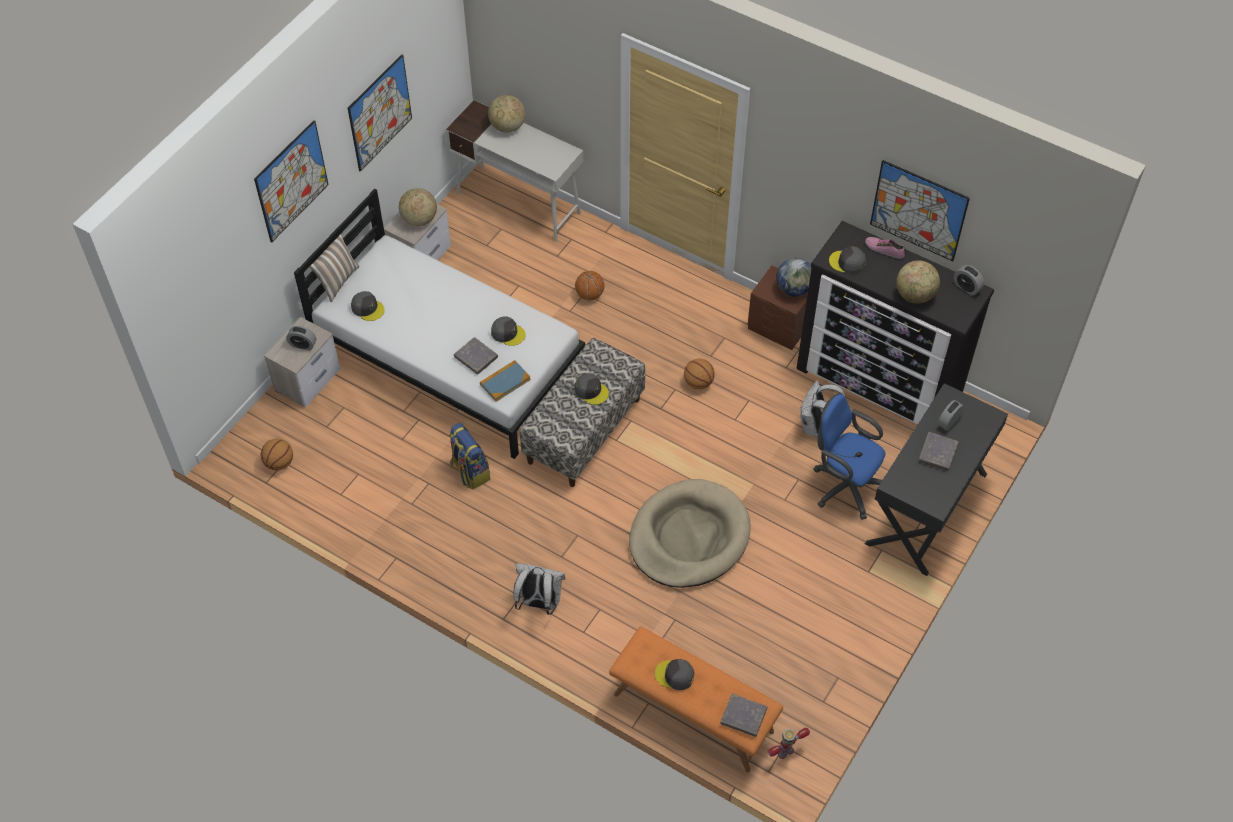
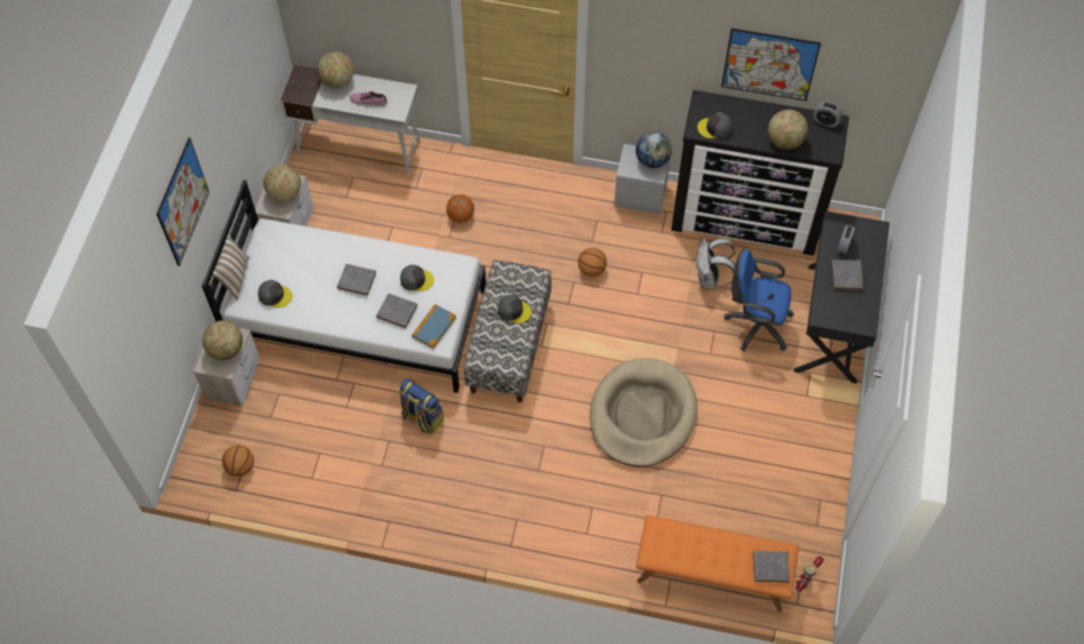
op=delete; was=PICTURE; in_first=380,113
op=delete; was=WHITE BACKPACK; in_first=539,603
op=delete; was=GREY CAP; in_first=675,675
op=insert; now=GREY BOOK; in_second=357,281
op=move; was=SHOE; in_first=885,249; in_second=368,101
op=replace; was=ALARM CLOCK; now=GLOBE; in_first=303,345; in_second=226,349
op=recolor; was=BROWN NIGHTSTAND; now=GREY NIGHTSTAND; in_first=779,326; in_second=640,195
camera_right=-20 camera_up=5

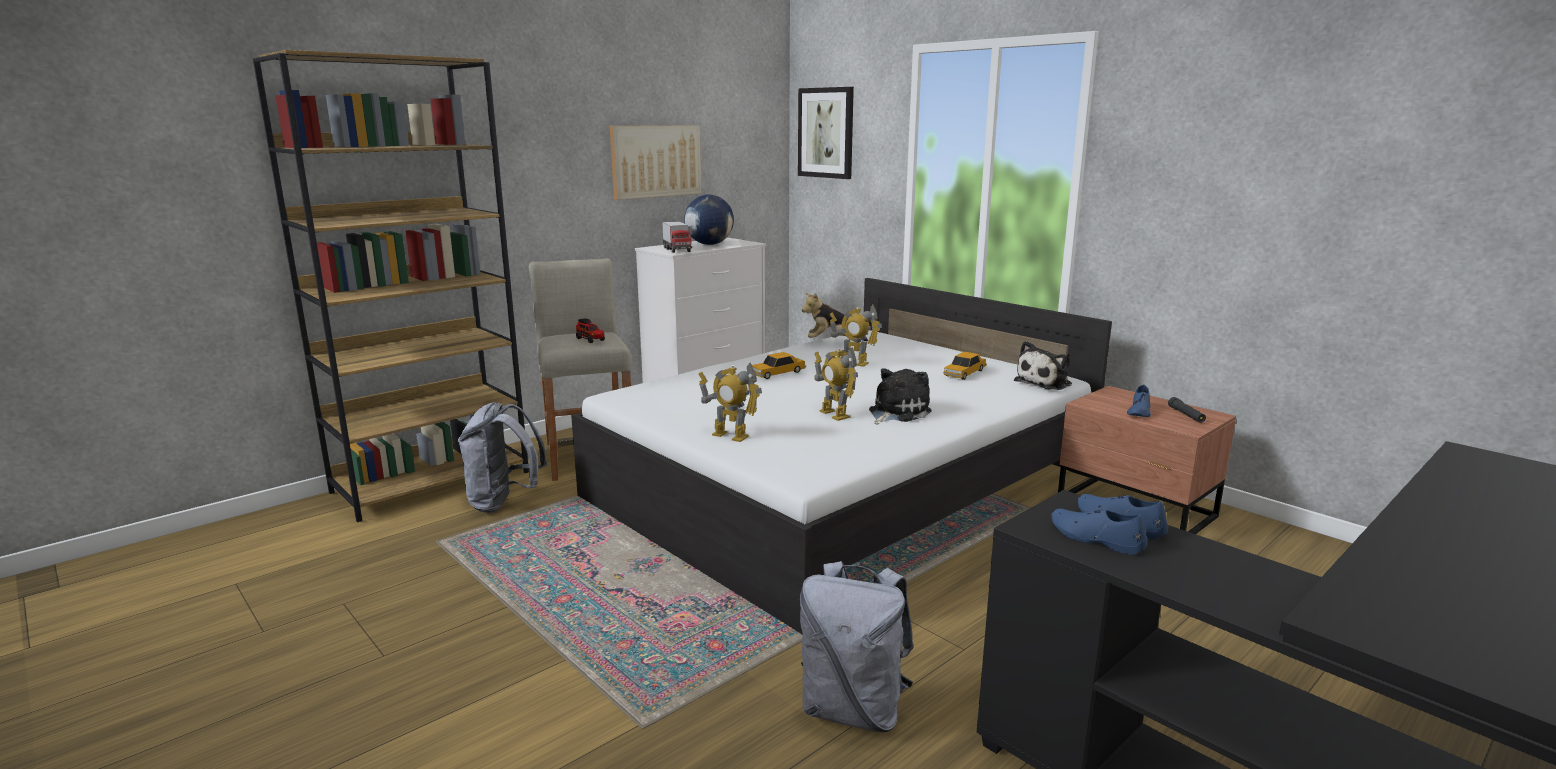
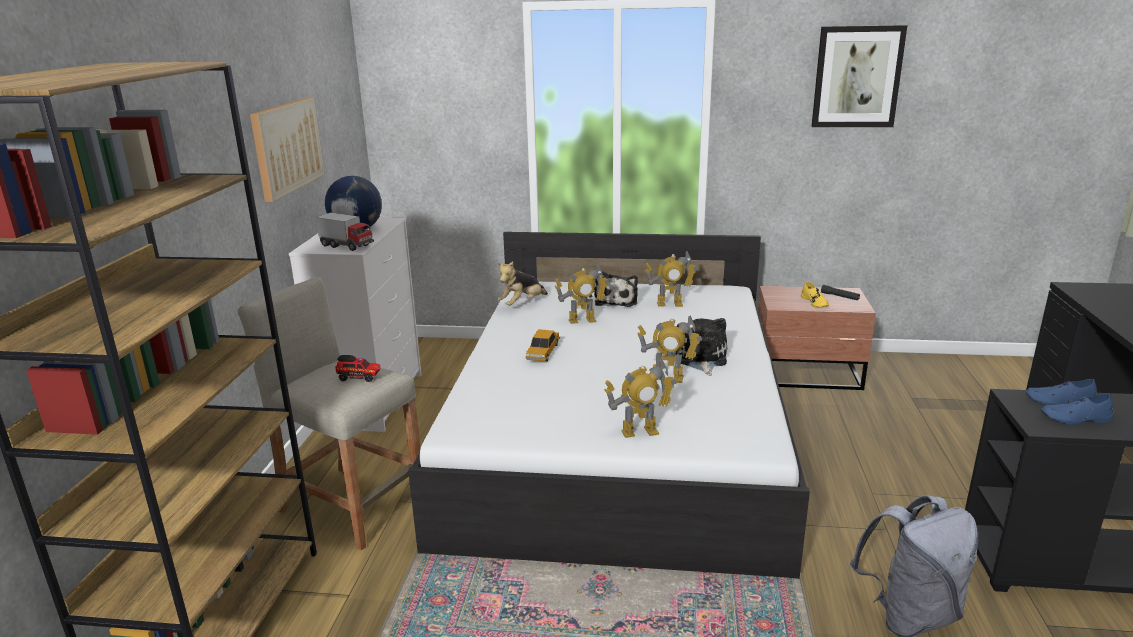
op=delete; was=GREY BACKPACK; in_first=504,502
op=move; was=PICTURE; in_first=826,133; in_second=857,77
op=move; was=PLUSH TOY; in_first=1045,383; in_second=616,300
op=replace; was=TOY CAR; now=TOY ROBOT; in_first=964,373; in_second=669,304
op=recolor; was=BLUE SHOE; now=YELLOW SHOE; in_first=1139,411; in_second=814,302
camera_right=-40 camera_up=5

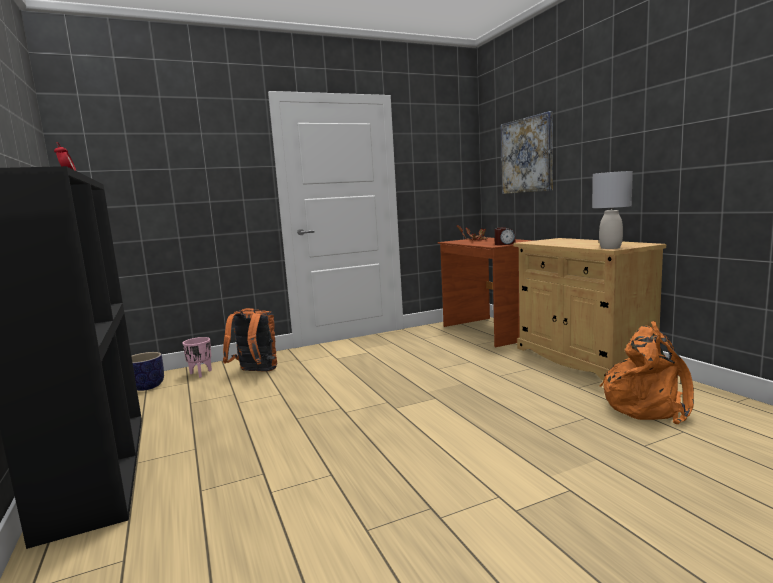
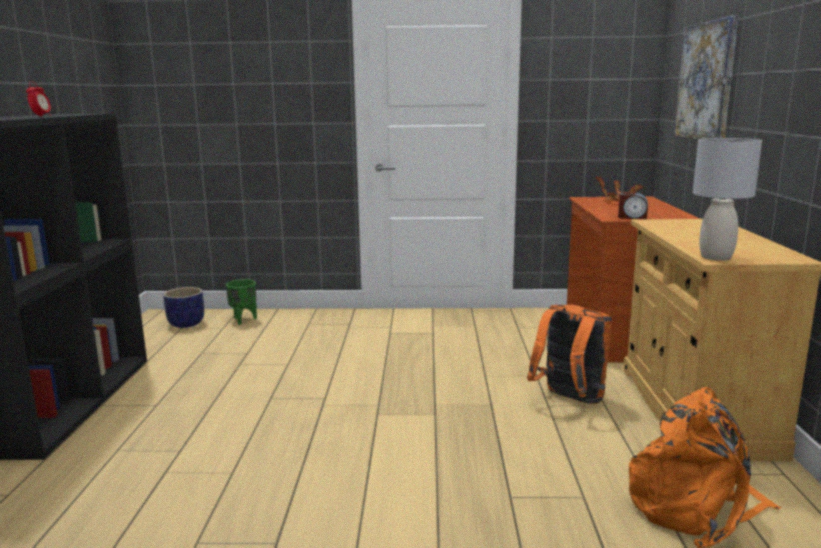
op=move; was=ORANGE BACKPACK; in_first=255,372; in_second=569,400
op=recolor; was=PINK PLANTER; now=GREEN PLANTER; in_first=200,373; in_second=243,320
camera_right=25 camera_up=5

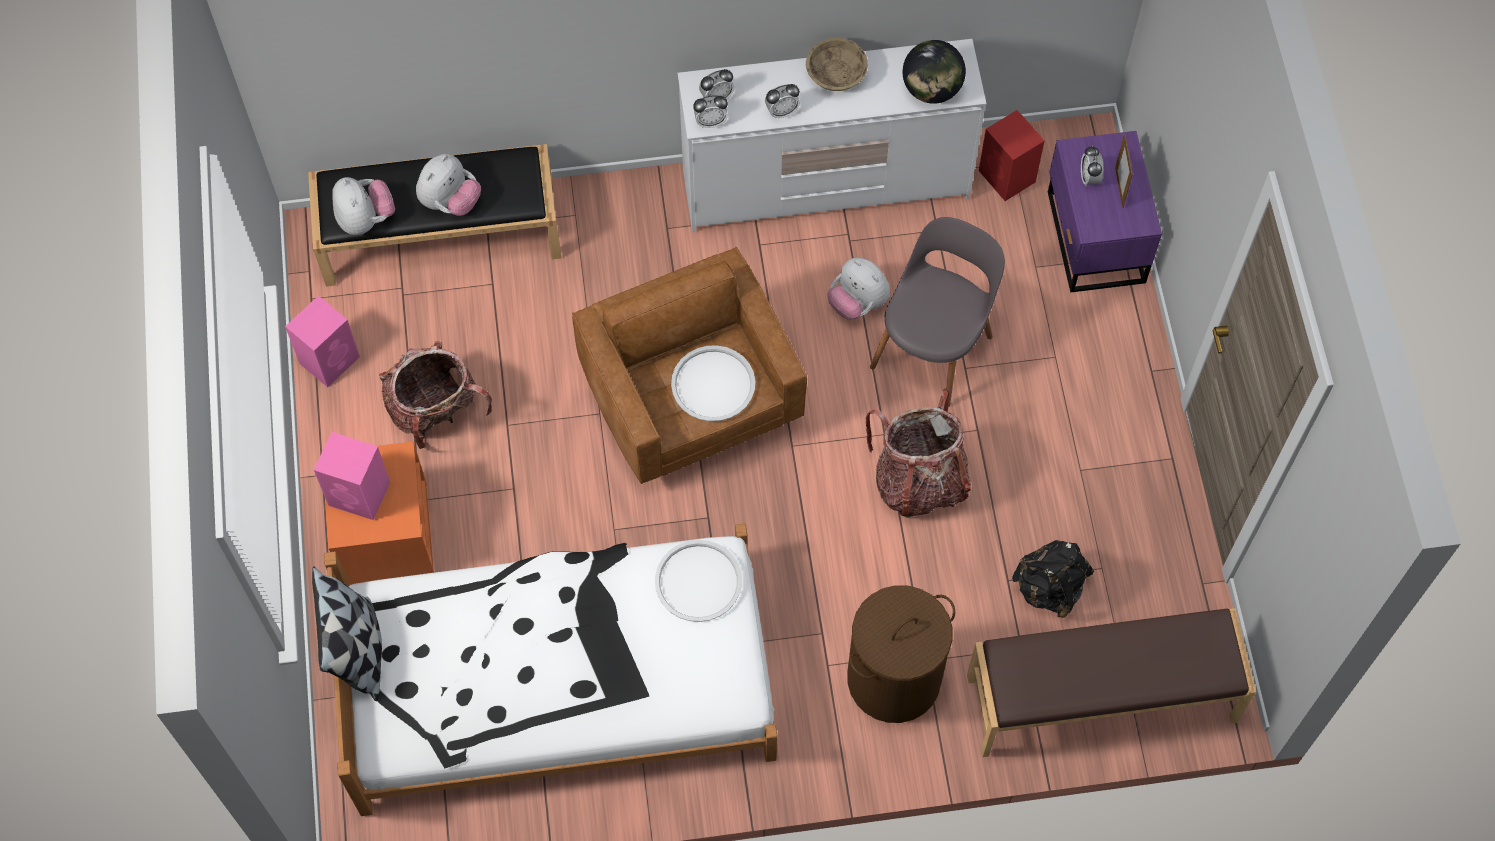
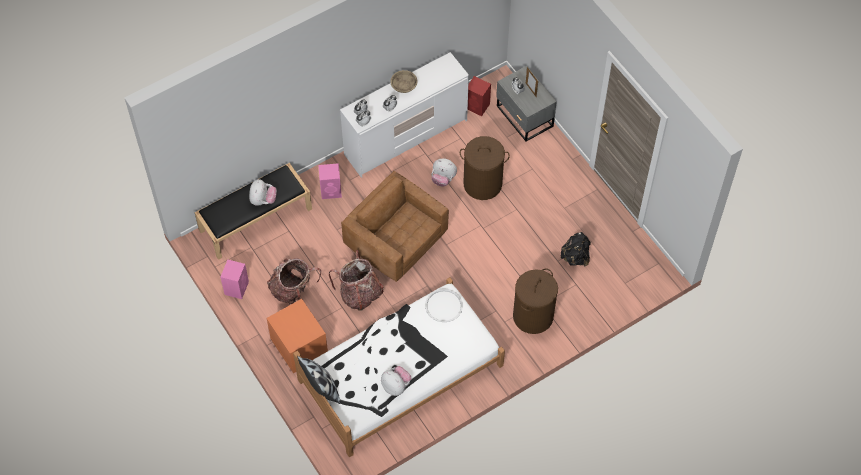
op=delete; was=WHITE TRAY; in_first=713,384
op=delete; was=GLOBE; in_first=931,89
op=delete; was=BROWN BENCH; in_first=1101,700
op=move; was=PINK SPEAKER; in_first=360,494; in_second=331,190
op=move; was=PLUSH TOY; in_first=366,219; in_second=396,386
op=move; was=BACKPACK; in_first=919,481; in_second=360,294
op=replace; was=GREY CHAIR; now=BROWN LAUNDRY BASKET; in_first=934,347; in_second=482,184
op=recolor; was=PURPLE NIGHTSTAND; now=GREY NIGHTSTAND; in_first=1093,239; in_second=524,117
camera_right=-25 camera_up=-5

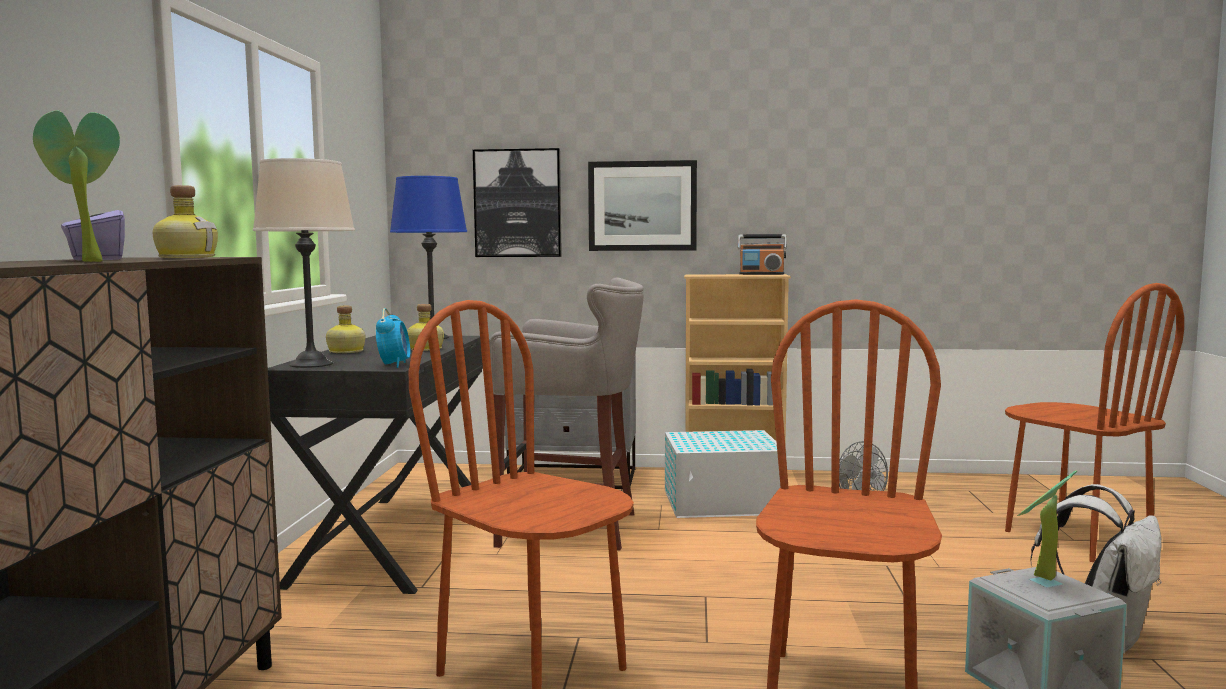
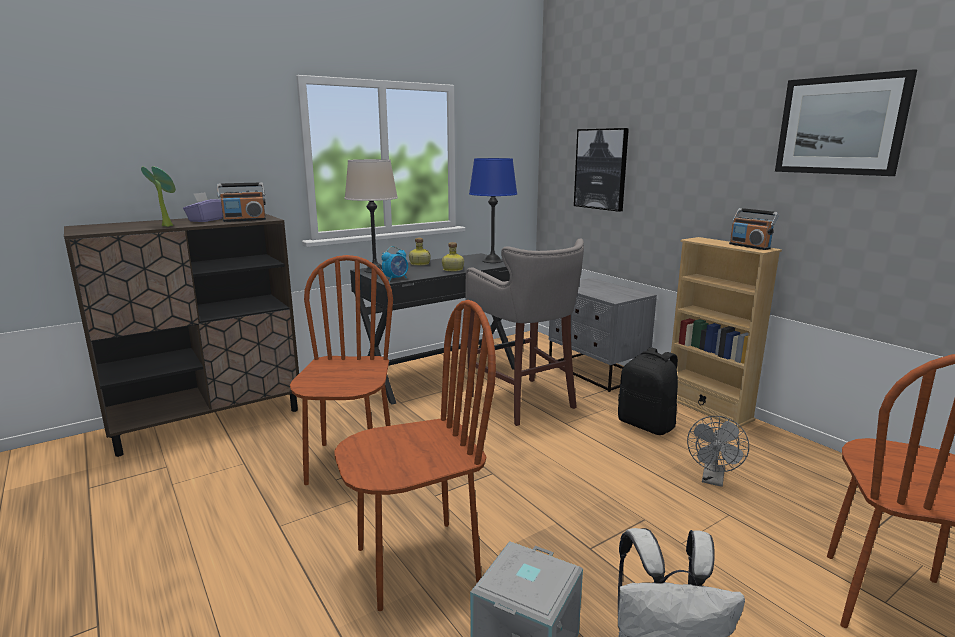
op=delete; was=POTTED PLANT; in_first=1041,578
op=move; was=PICTURE; in_first=642,206; in_second=840,125
op=replace; was=BOTTLE; now=RADIO; in_first=187,257; in_second=244,220
op=replace; was=WHITE STORAGE BOX; now=BLACK BACKPACK; in_first=724,503; in_second=647,425
camera_right=50 camera_up=10

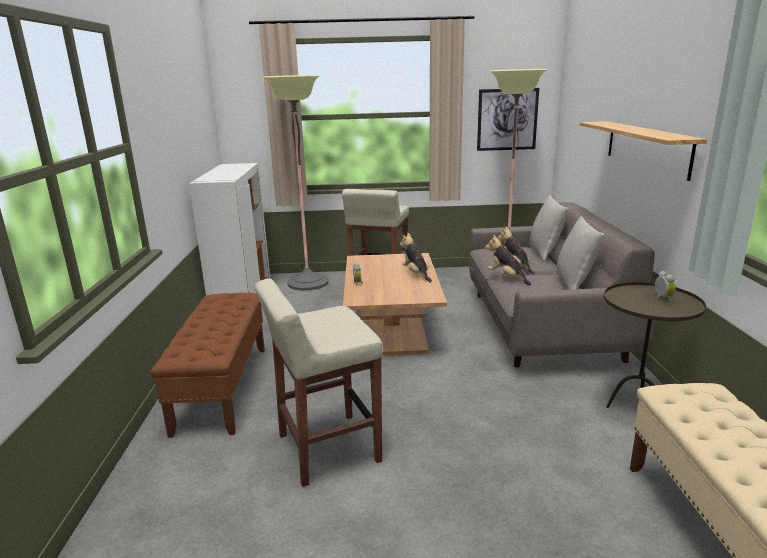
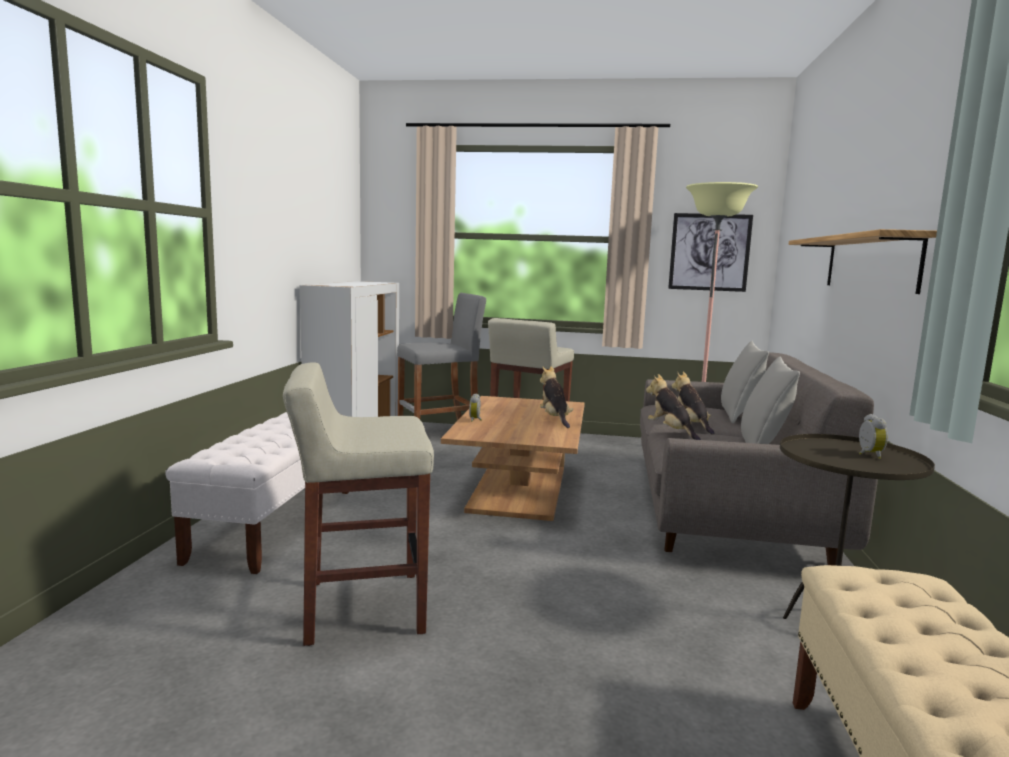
op=replace; was=FLOOR LAMP; now=GREY STOOL; in_first=308,283; in_second=440,433
op=recolor; was=BROWN BENCH; now=WHITE BENCH; in_first=222,387; in_second=275,523
camera_right=10 camera_up=-10

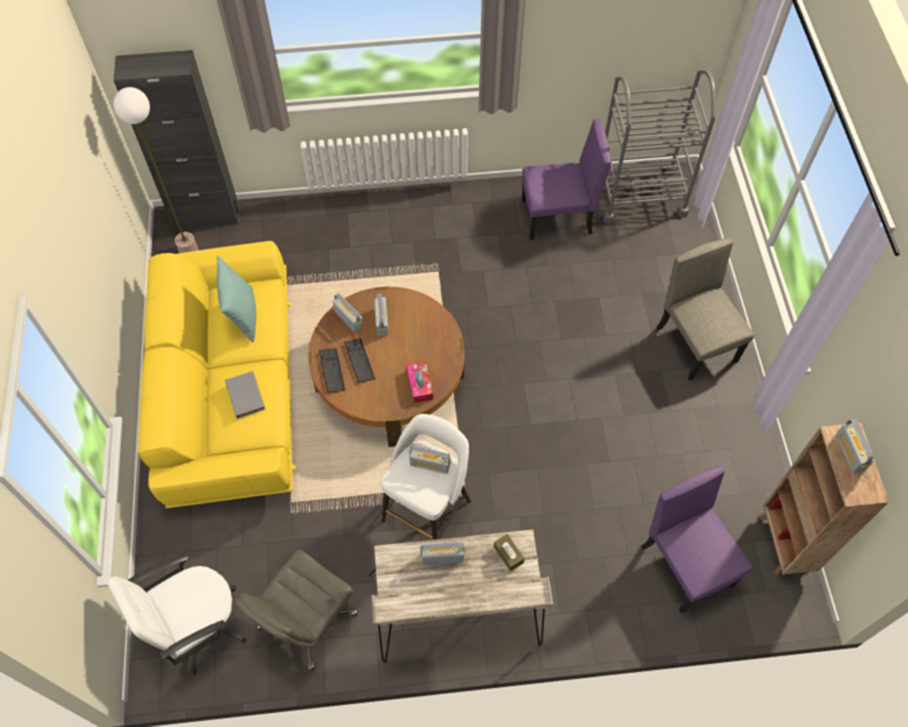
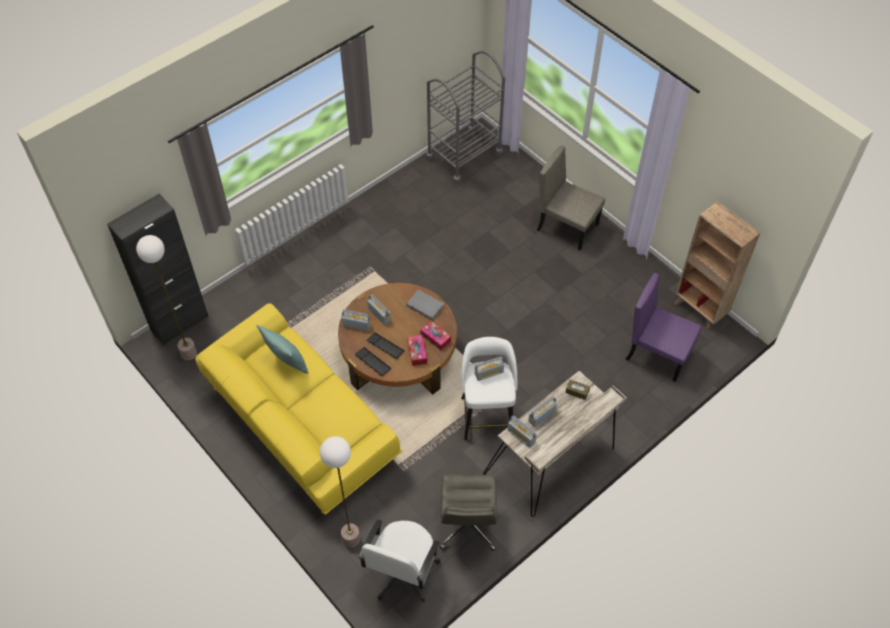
op=delete; was=PURPLE CHAIR; in_first=556,217
op=insert; now=FLOOR LAMP; in_second=350,539
op=insert; now=TISSUE BOX; in_second=417,352
op=move; was=GREY BOOK; in_first=247,396; in_second=426,306
op=move; was=RADIO; in_first=849,453; in_second=521,436
camera_right=-35 camera_up=-5

